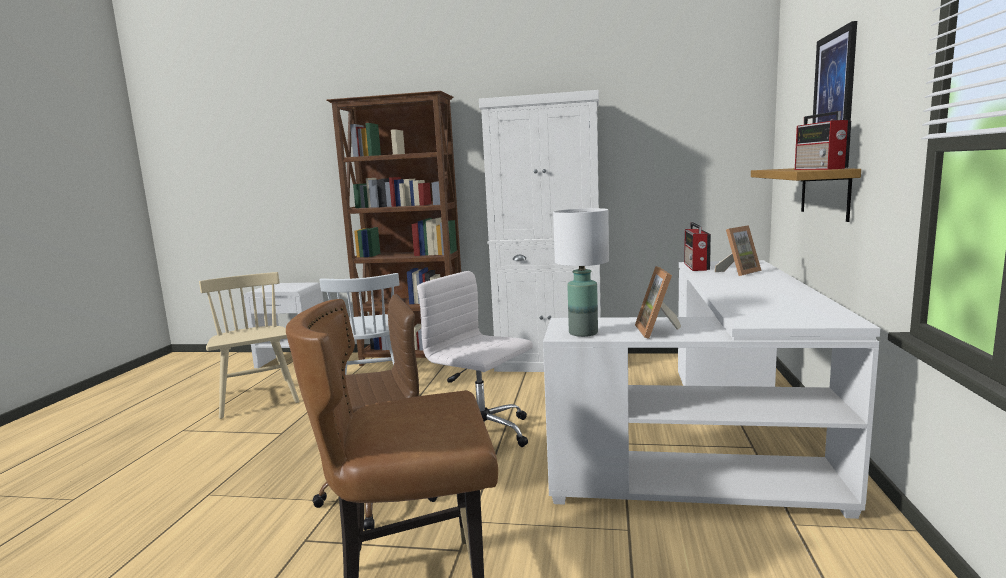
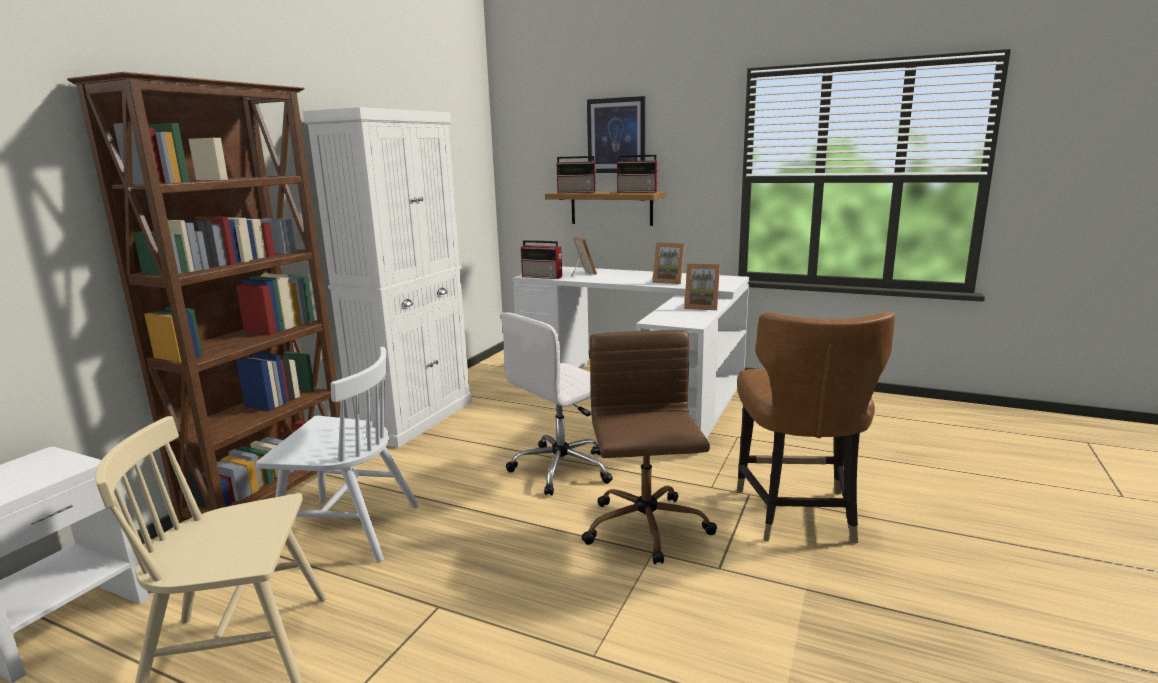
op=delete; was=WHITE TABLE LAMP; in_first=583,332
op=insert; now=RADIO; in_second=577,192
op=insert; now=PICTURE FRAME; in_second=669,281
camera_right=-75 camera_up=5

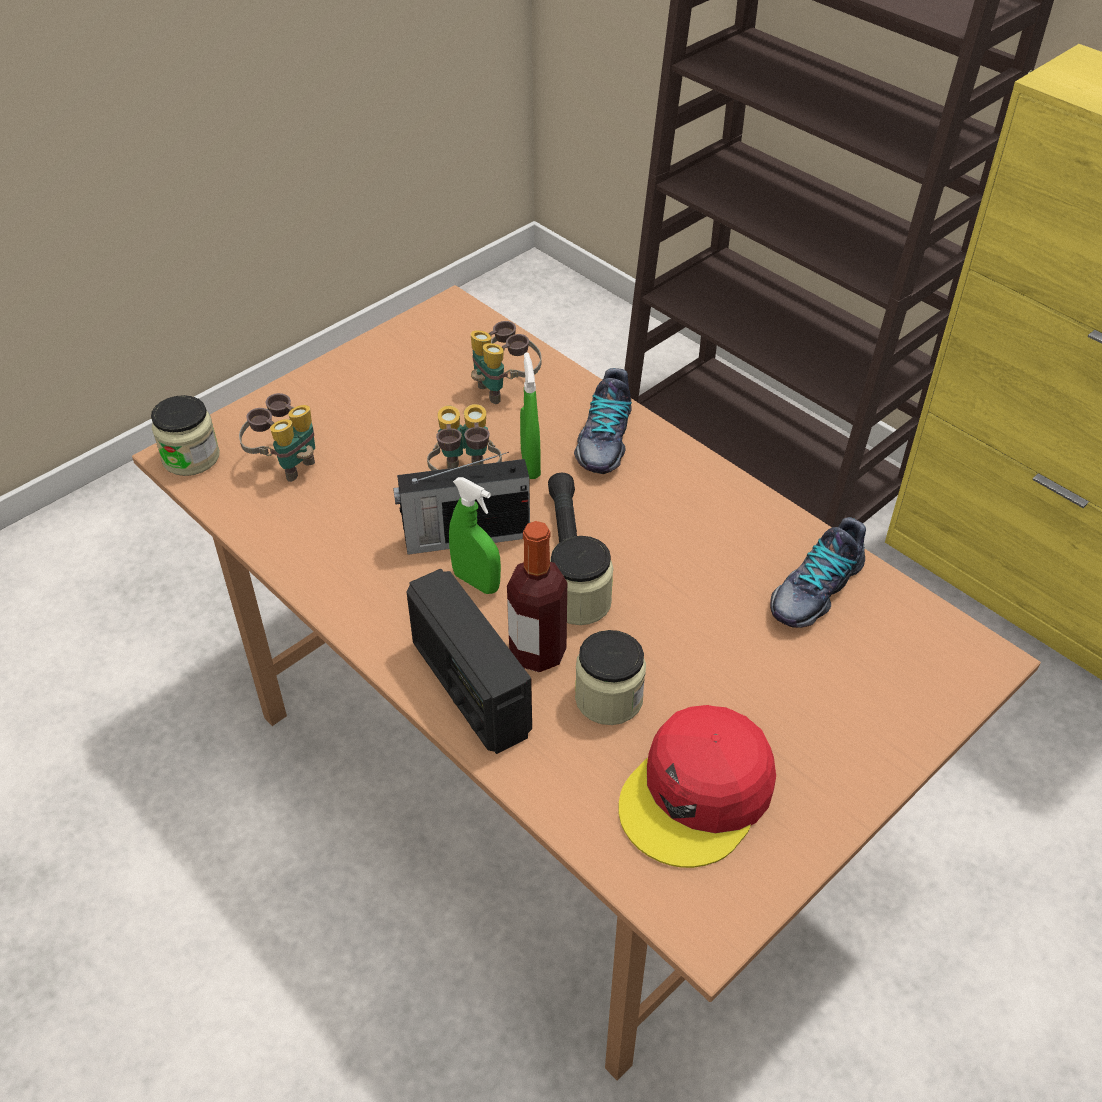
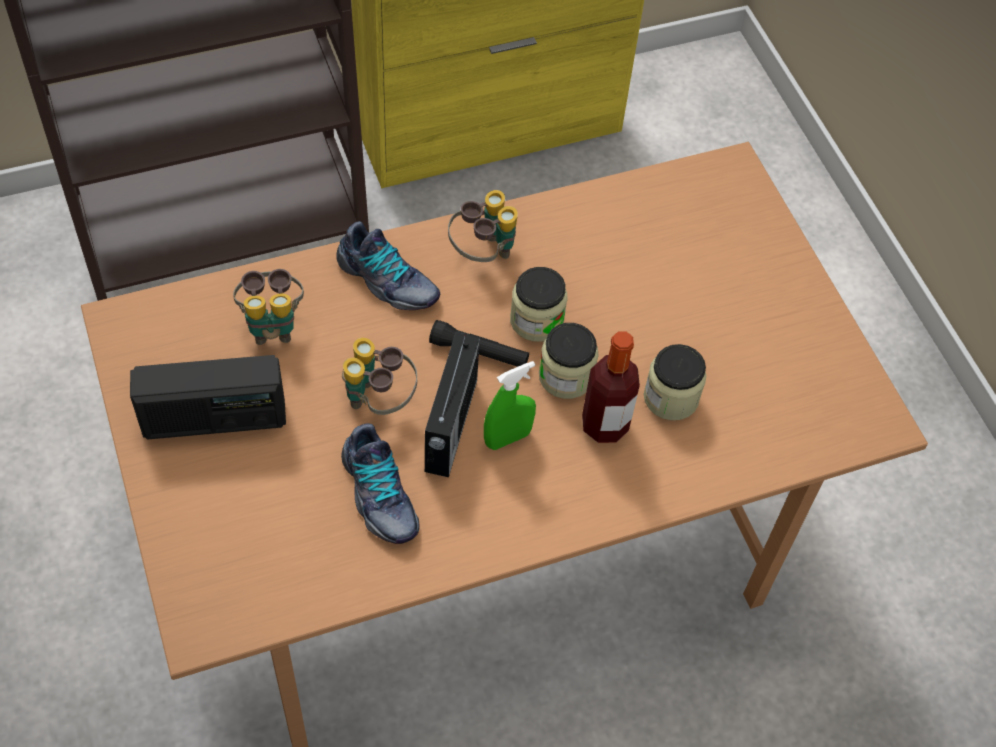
op=delete; was=GREEN SPRAY BOTTLE; in_first=530,464
op=delete; was=RED CAP; in_first=698,794
op=move; was=JAR; in_first=191,457; in_second=536,320
op=move; was=BINOCULARS; in_first=286,463; in_second=483,253
op=move; was=RADIO; in_first=469,688; in_second=214,419
op=move; was=SHOE; in_first=814,589; in_second=378,495
camera_right=-70 camera_up=10

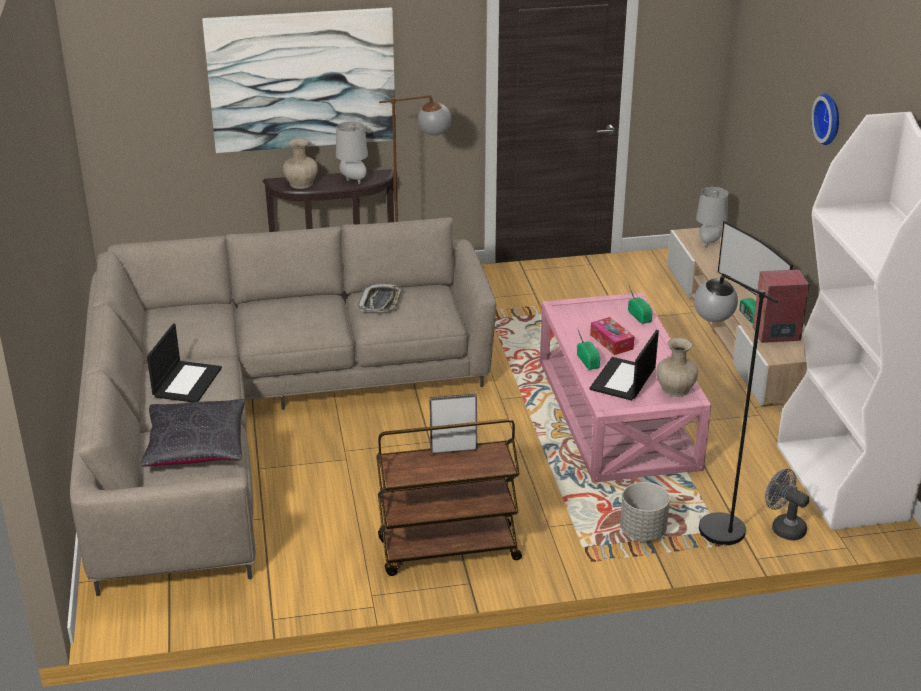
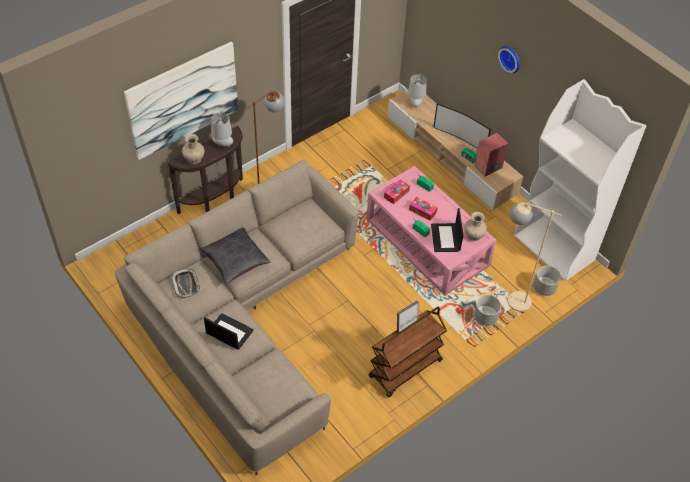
op=insert; now=TISSUE BOX; in_second=396,194
op=move; was=BLACK PILLOW; in_first=196,446; in_second=235,260
op=move; was=TRAY; in_first=381,302; in_second=186,284
op=replace; was=GREY FAN; now=GREY PLANTER; in_first=783,527; in_second=544,288
op=recolor; was=BLACK FLOOR LAMP; now=BEIGE FLOOR LAMP; in_first=708,522; in_second=510,299
op=rotate; was=LAPTOP; in_first=187,382; in_second=229,332; clockwise=-45
camera_right=-30 camera_up=20

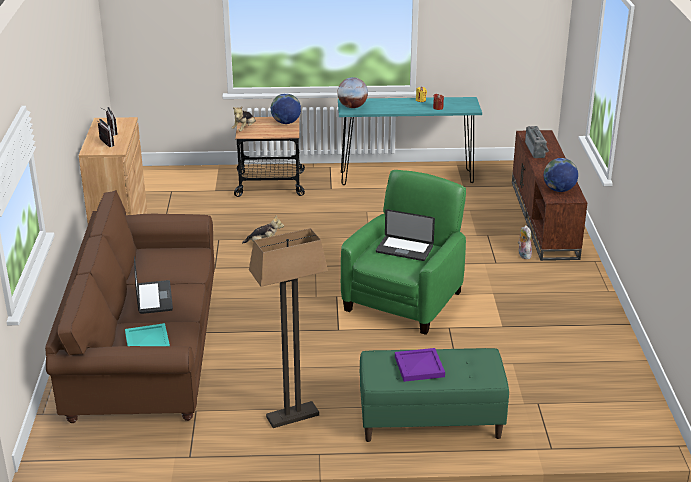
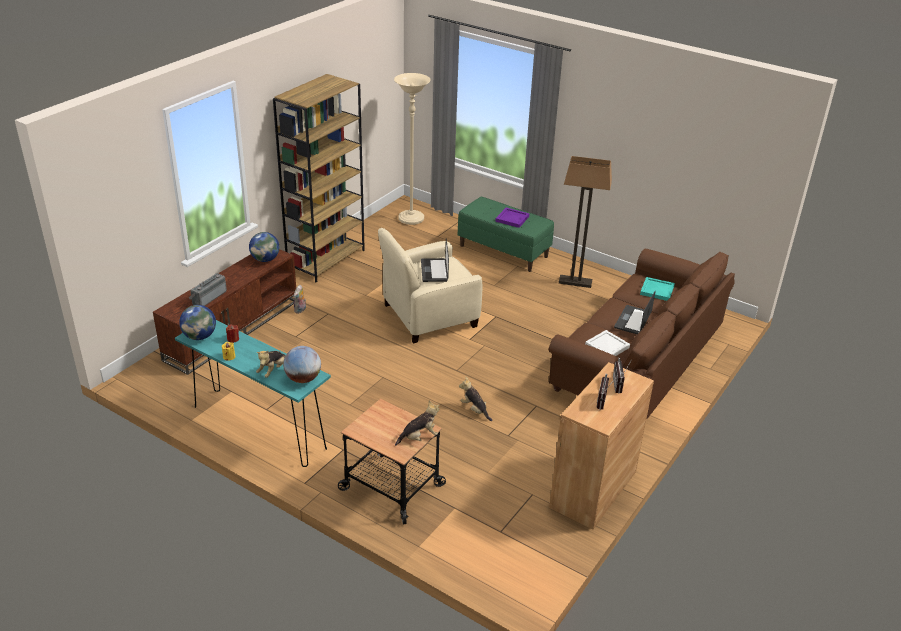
op=insert; now=PLUSH TOY; in_second=272,370
op=insert; now=BROWN BOOKCASE; in_second=326,259
op=insert; now=BEIGE FLOOR LAMP; in_second=411,219
op=insert; now=WHITE TRAY; in_second=608,346
op=move; was=GLOBE; in_first=286,122; in_second=200,336
op=recolor; was=GREEN ARMCHAIR; now=BEIGE ARMCHAIR; in_first=404,300; in_second=428,316
op=rotate; was=LAPTOP; in_first=404,249; in_second=434,271; clockwise=-150
camera_right=-145 camera_up=5

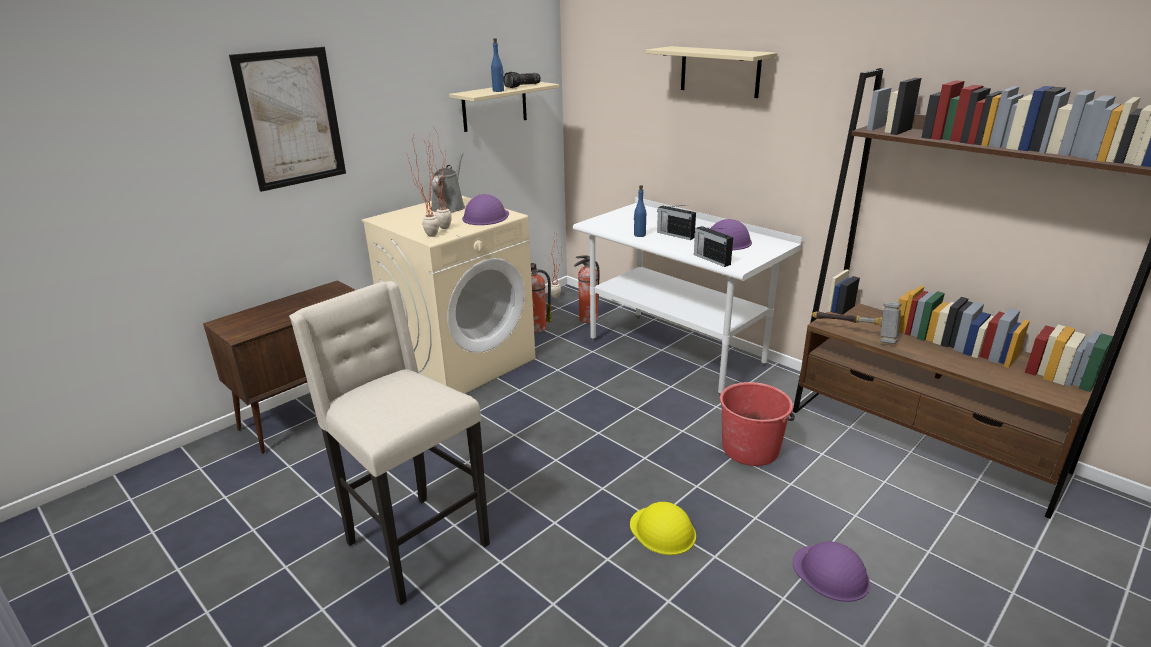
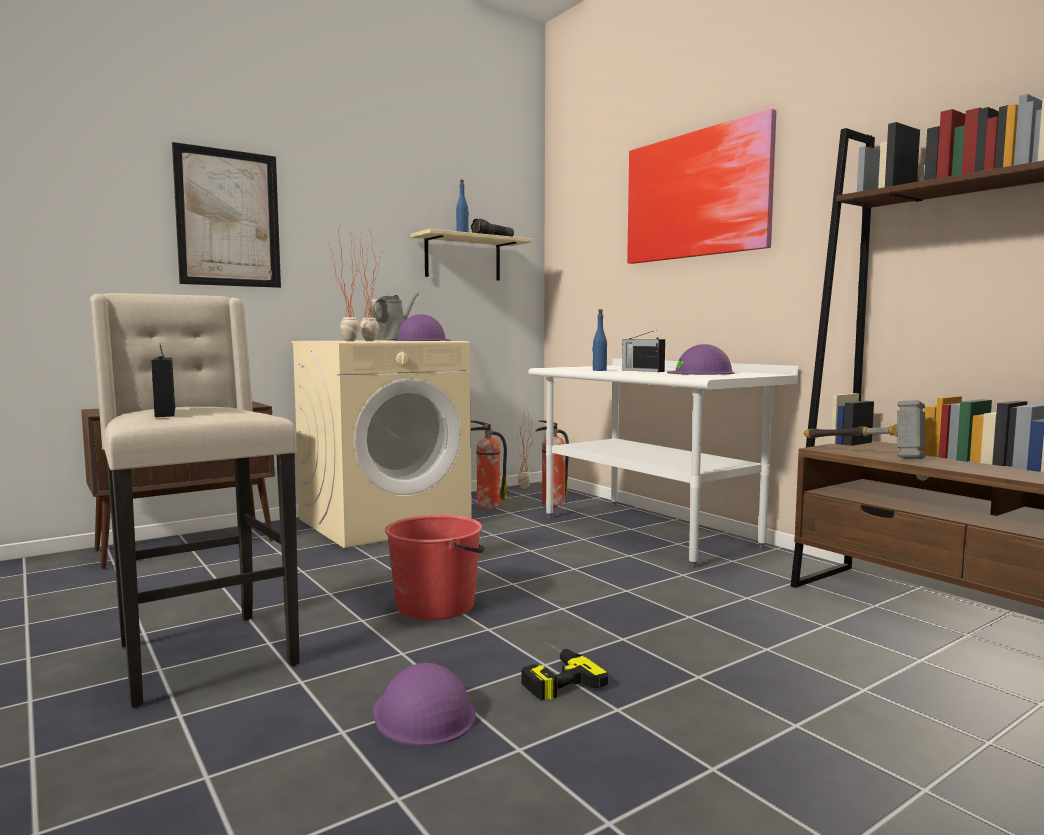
op=move; was=RADIO; in_first=711,259; in_second=165,412
op=move; was=RED BUCKET; in_first=751,448; in_second=436,605
op=move; was=PURPLE HARD HAT; in_first=831,573; in_second=423,714
op=replace; was=YELLOW HARD HAT; now=POWER DRILL; in_first=662,530; in_second=551,675
op=replace; was=BEIGE SHELF; now=PICTURE; in_first=719,71; in_second=696,195
camera_right=10 camera_up=-20

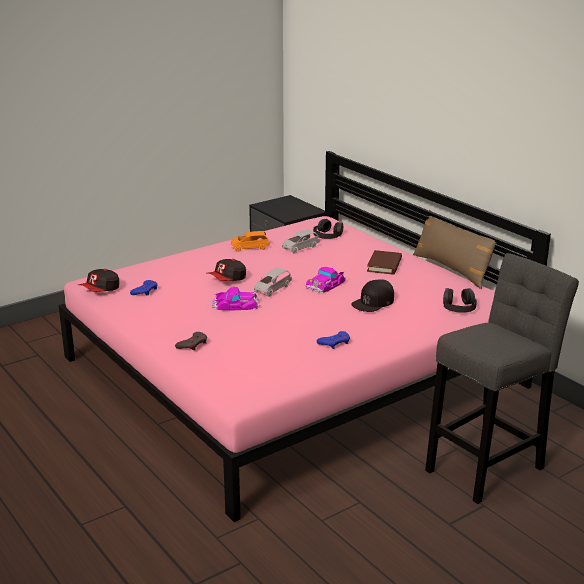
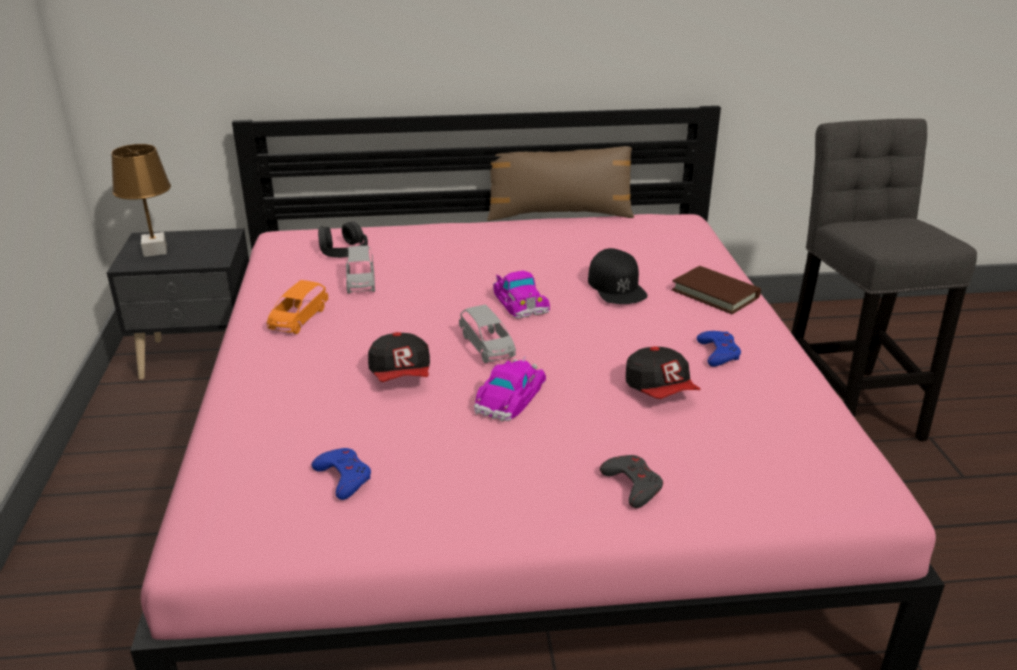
op=delete; was=BLACK HEADPHONES; in_first=458,306
op=insert; now=BROWN TABLE LAMP; in_second=155,251
op=move; was=CAP; in_first=100,290; in_second=660,390
op=move; was=BROWN BOOK; in_first=384,265; in_second=715,294
camera_right=-60 camera_up=5

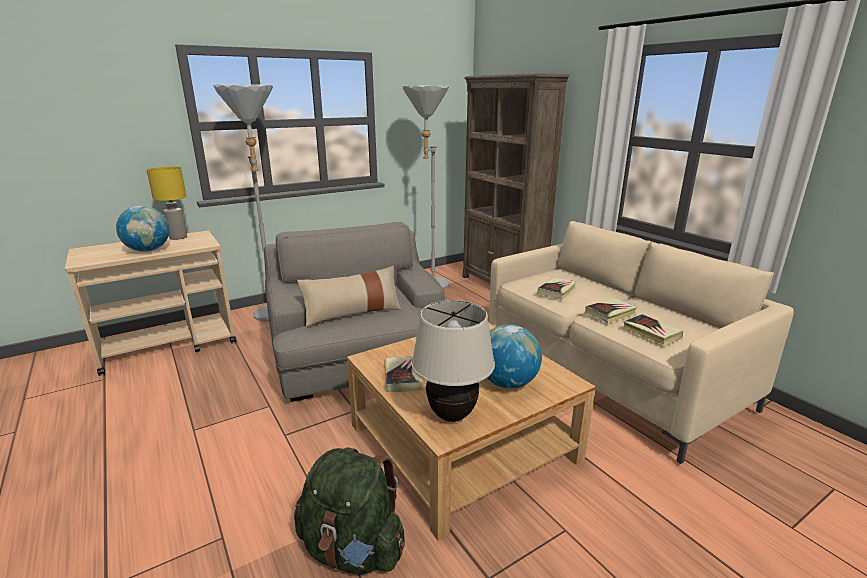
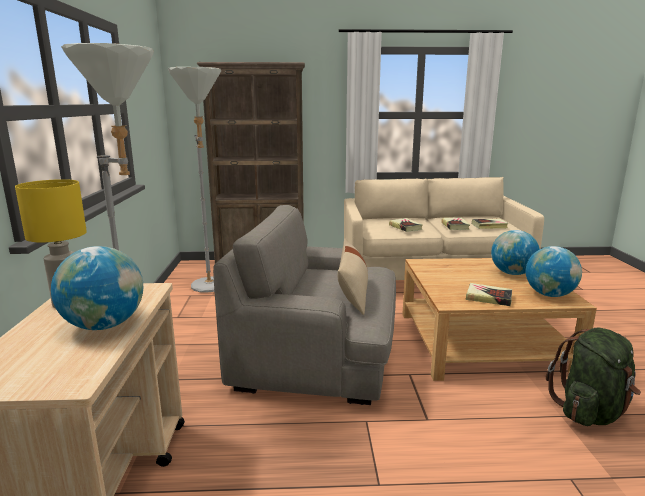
op=replace; was=BEIGE TABLE LAMP; now=GLOBE; in_first=452,416; in_second=549,295
camera_right=-60 camera_up=-5

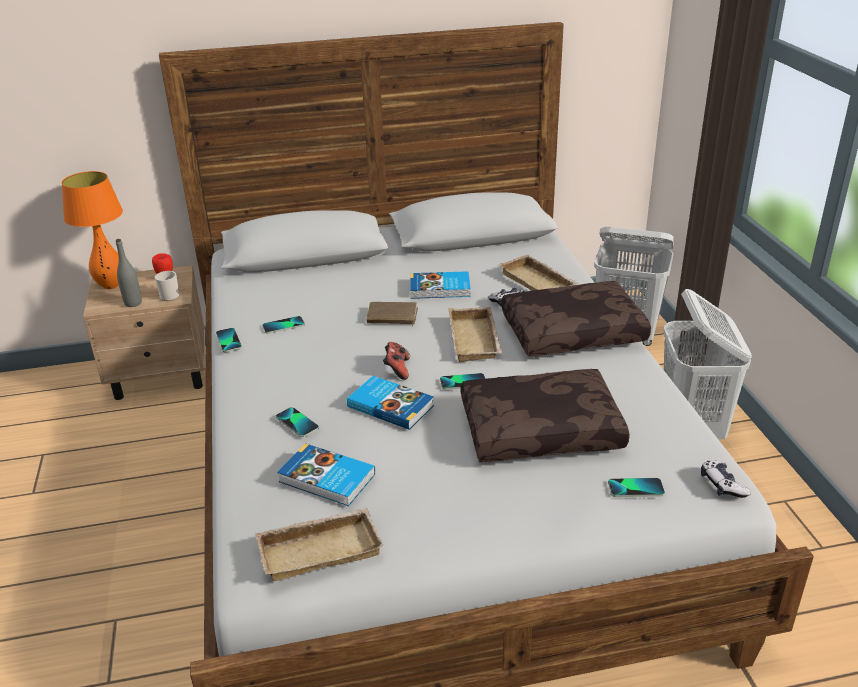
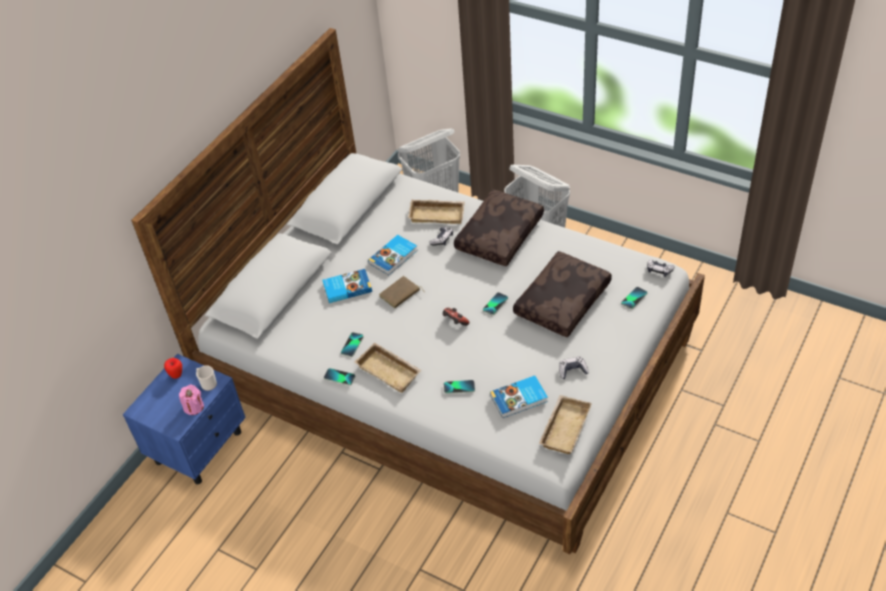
op=delete; was=ORANGE TABLE LAMP; in_first=111,285
op=insert; now=GAME CONTROLLER; in_second=572,370
op=move; was=BOOK; in_first=391,405; in_second=347,287
op=move; was=BEIGE TRAY; in_first=476,340; in_second=390,370
op=replace; was=GREY BOTTLE; now=PINK CANDLE; in_first=133,303; in_second=194,407
op=recolor; was=BEIGE NIGHTSTAND; now=BLUE NIGHTSTAND; in_first=161,375; in_second=199,446
camera_right=-45 camera_up=15

